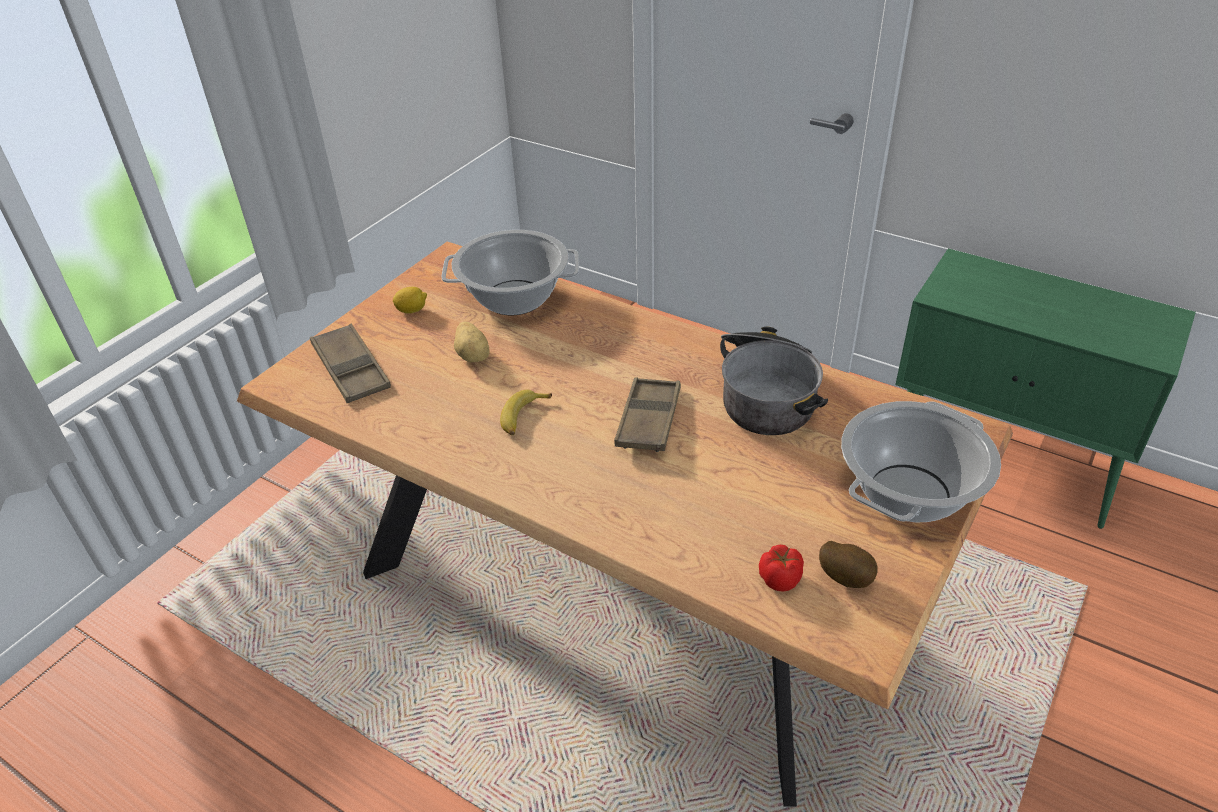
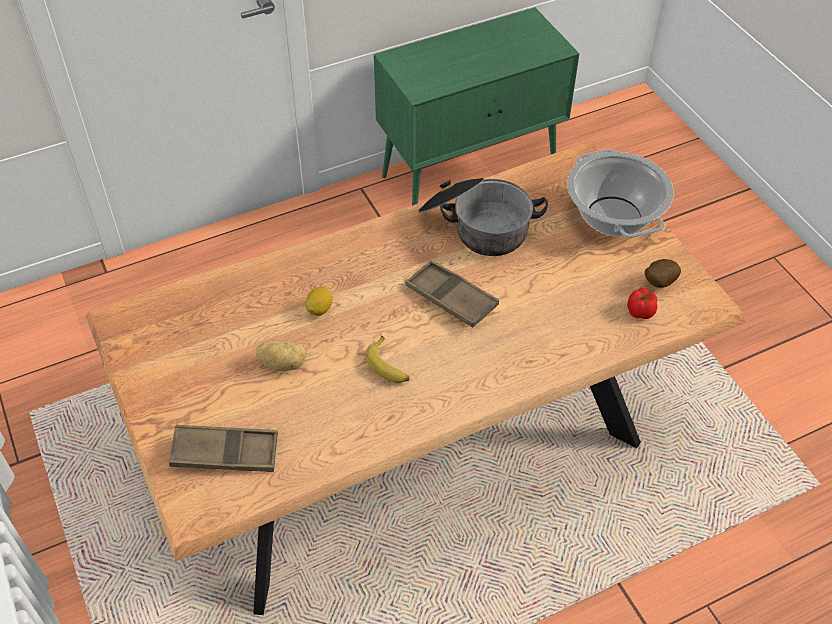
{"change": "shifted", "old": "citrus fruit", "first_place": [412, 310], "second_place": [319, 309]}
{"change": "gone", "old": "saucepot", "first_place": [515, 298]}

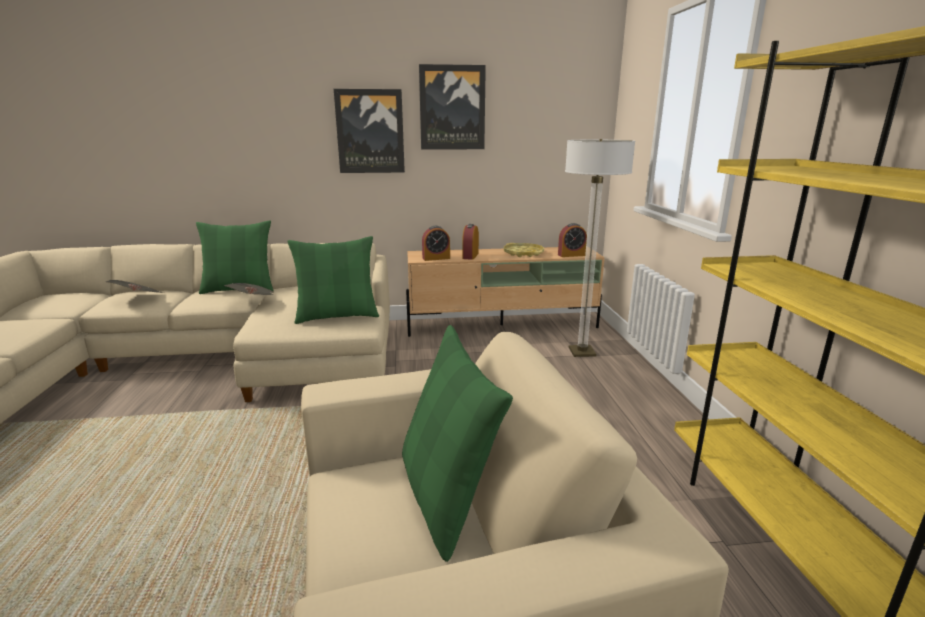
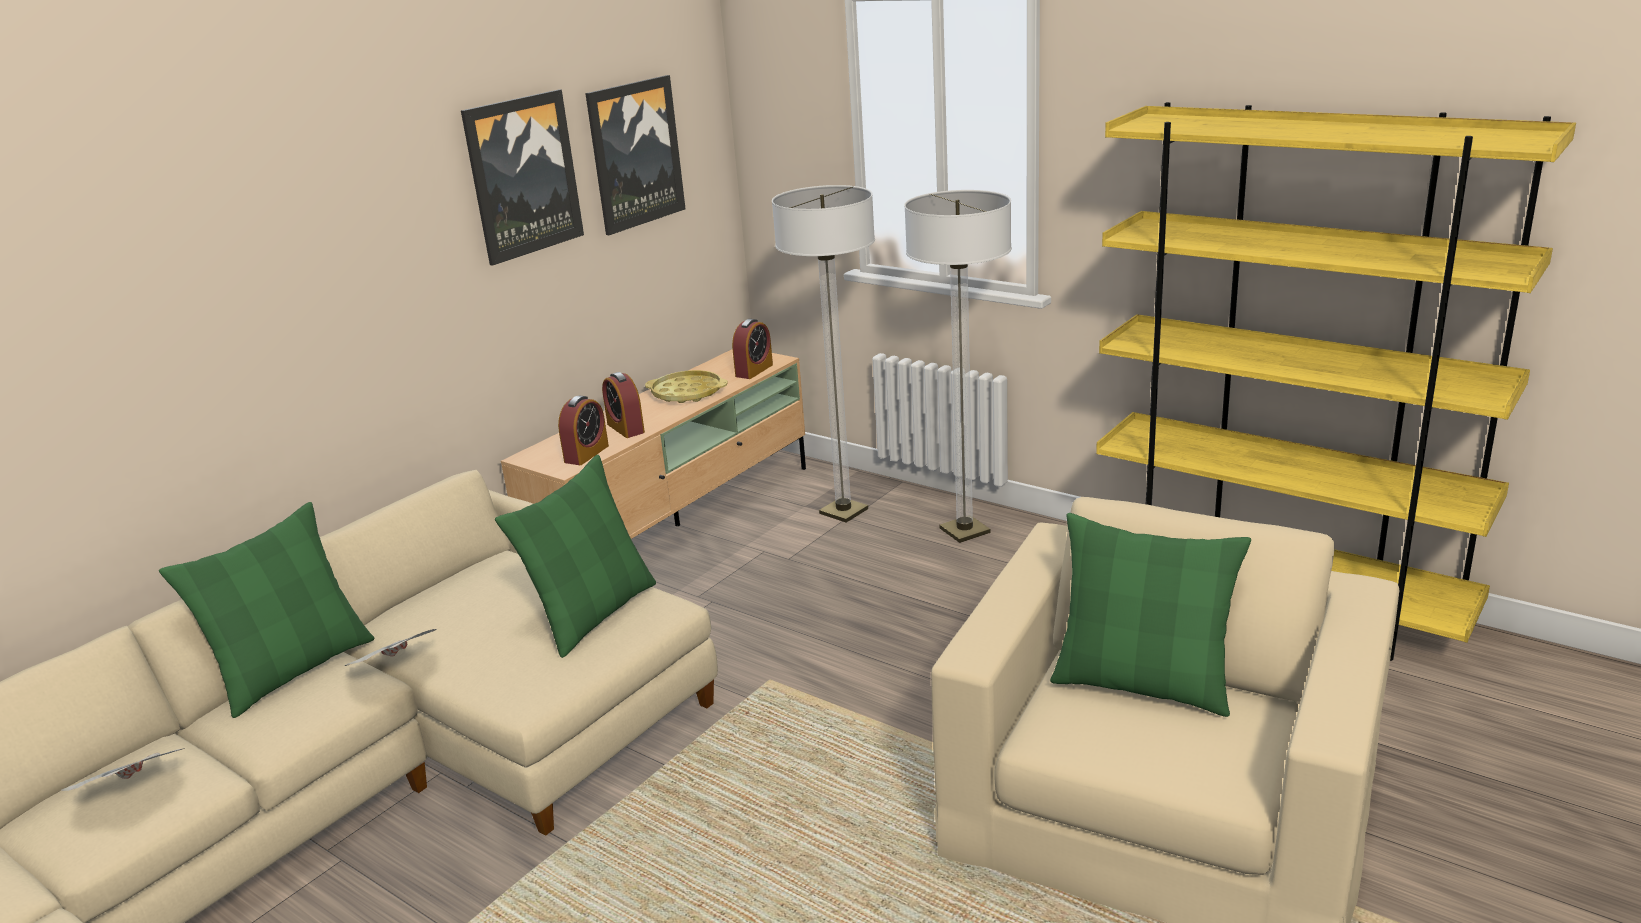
{"change": "shifted", "old": "wall picture", "first_place": [370, 131], "second_place": [635, 154]}
{"change": "new", "new": "standing lamp", "second_place": [964, 531]}

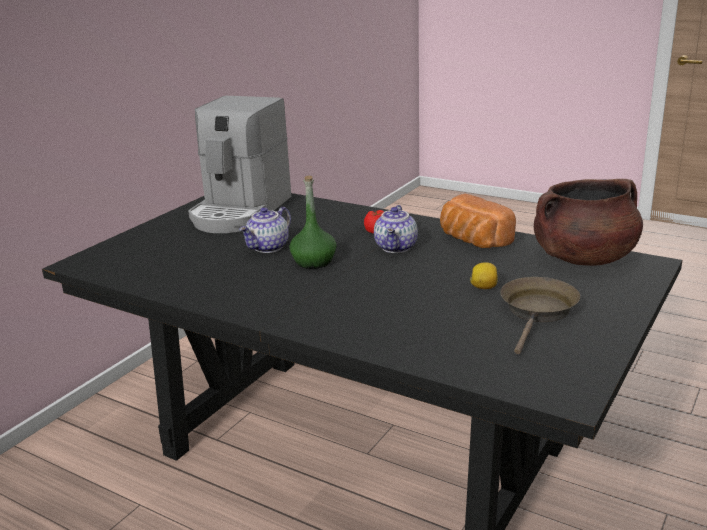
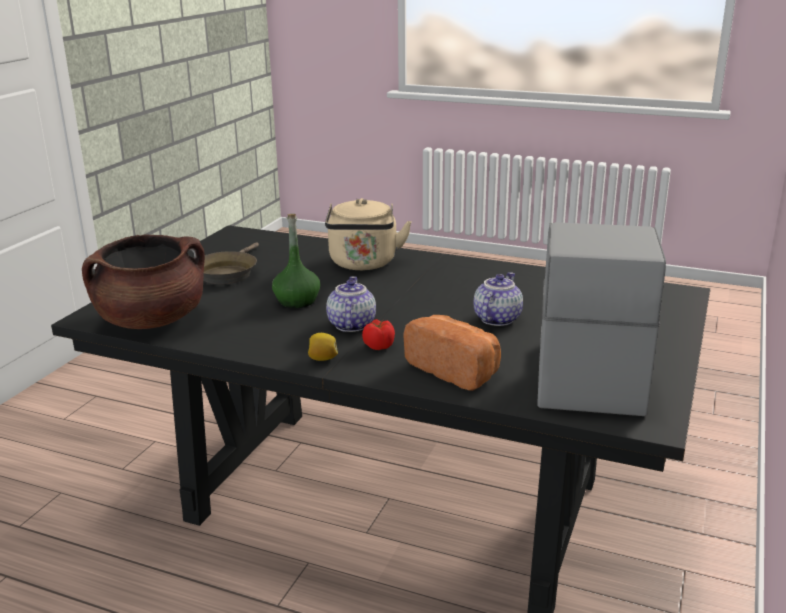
{"change": "shifted", "old": "green drink bottle", "first_place": [314, 262], "second_place": [297, 301]}
{"change": "shifted", "old": "citrus fruit", "first_place": [484, 287], "second_place": [322, 359]}
{"change": "new", "new": "beige water kettle", "second_place": [363, 264]}
{"change": "shifted", "old": "bakery bread", "first_place": [472, 241], "second_place": [456, 370]}

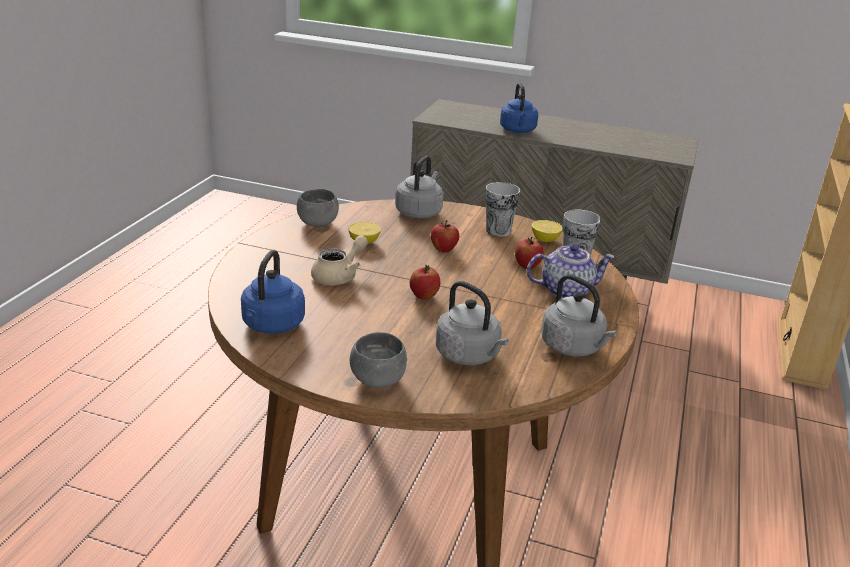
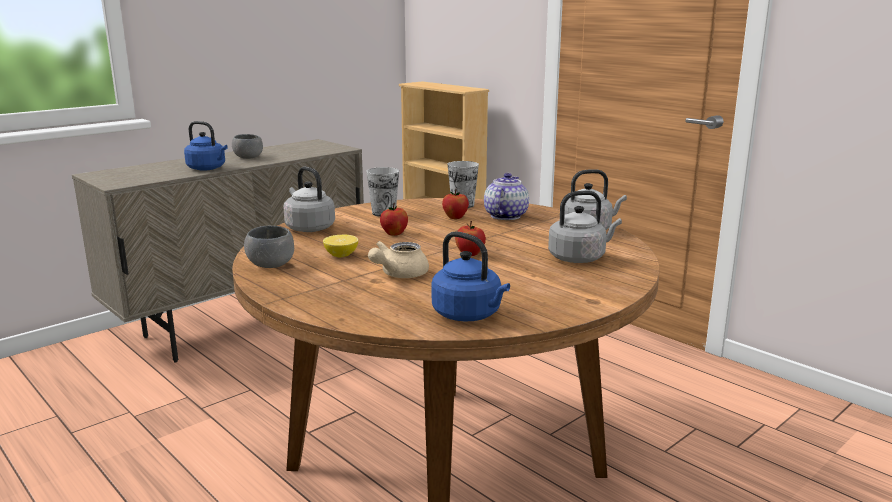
{"change": "shifted", "old": "greyish serving bowl", "first_place": [377, 380], "second_place": [248, 158]}
{"change": "rotated", "old": "beige teapot", "first_place": [339, 276], "second_place": [398, 275], "degrees": -120}
{"change": "gone", "old": "citrus fruit", "first_place": [545, 239]}

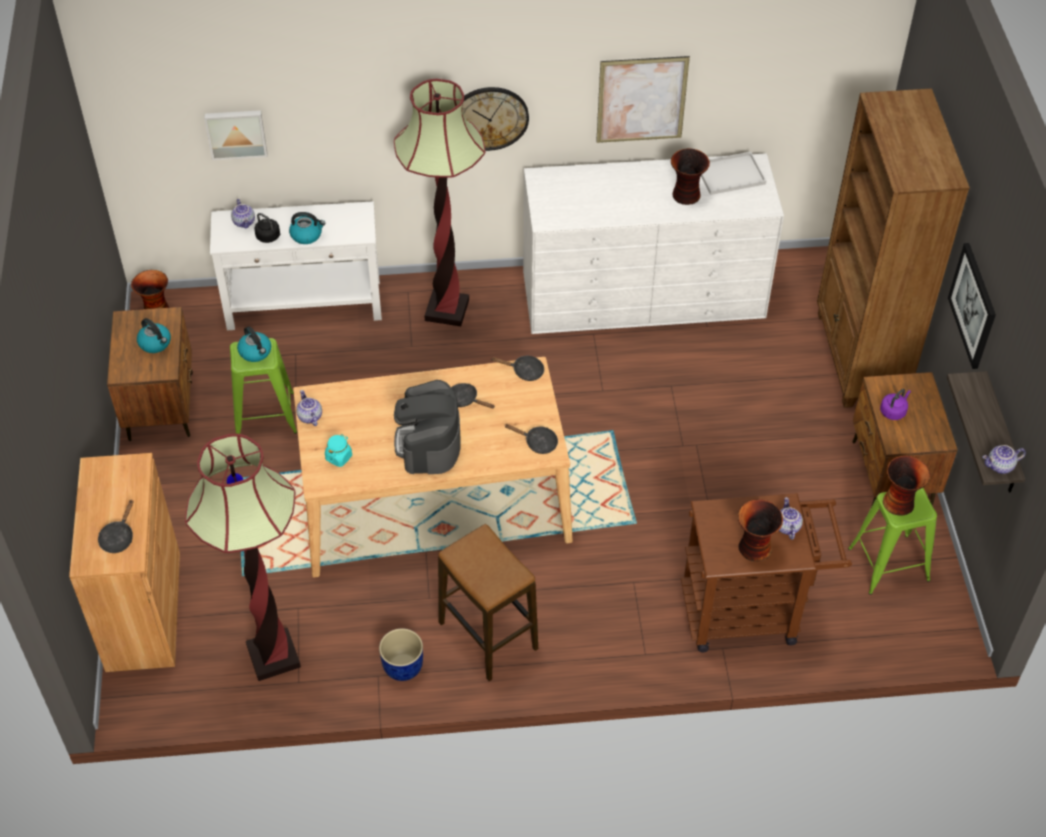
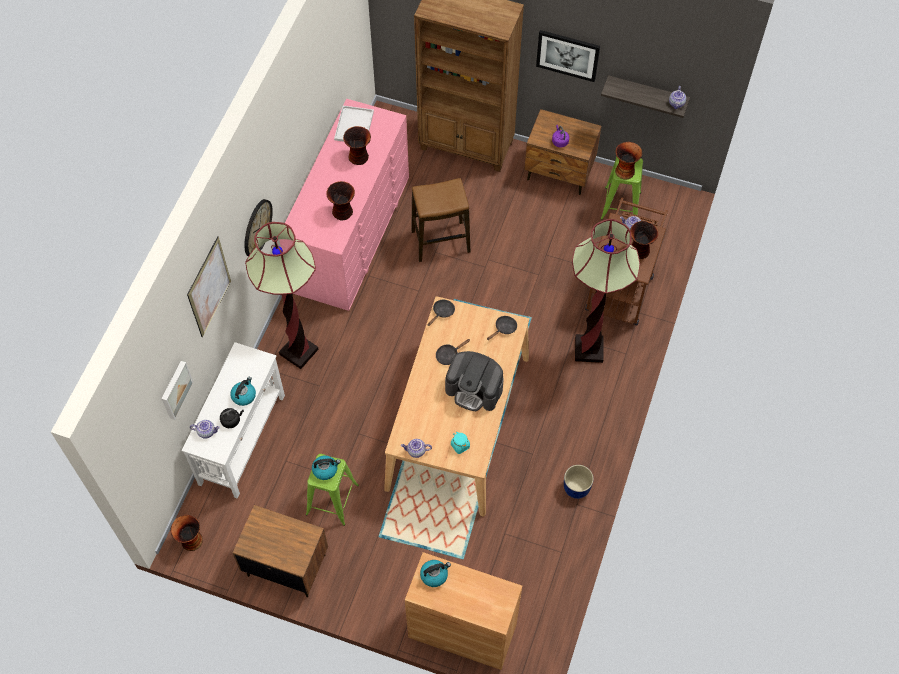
{"change": "shifted", "old": "wall picture", "first_place": [641, 99], "second_place": [209, 287]}
{"change": "repainted", "old": "white-coloured drawer chest", "new": "pink-coloured drawer chest", "first_place": [643, 294], "second_place": [351, 233]}
{"change": "new", "new": "flower vase", "second_place": [343, 212]}
{"change": "shifted", "old": "stool seat", "first_place": [487, 636], "second_place": [440, 242]}
{"change": "shifted", "old": "water kettle", "first_place": [155, 343], "second_place": [434, 575]}
{"change": "shifted", "old": "standing lamp", "first_place": [273, 656], "second_place": [588, 349]}
{"change": "gone", "old": "black skillet", "first_place": [118, 537]}

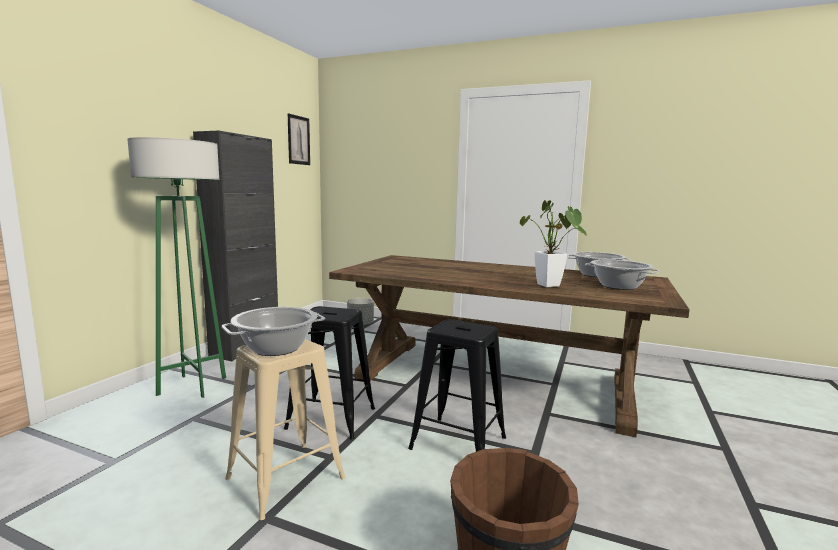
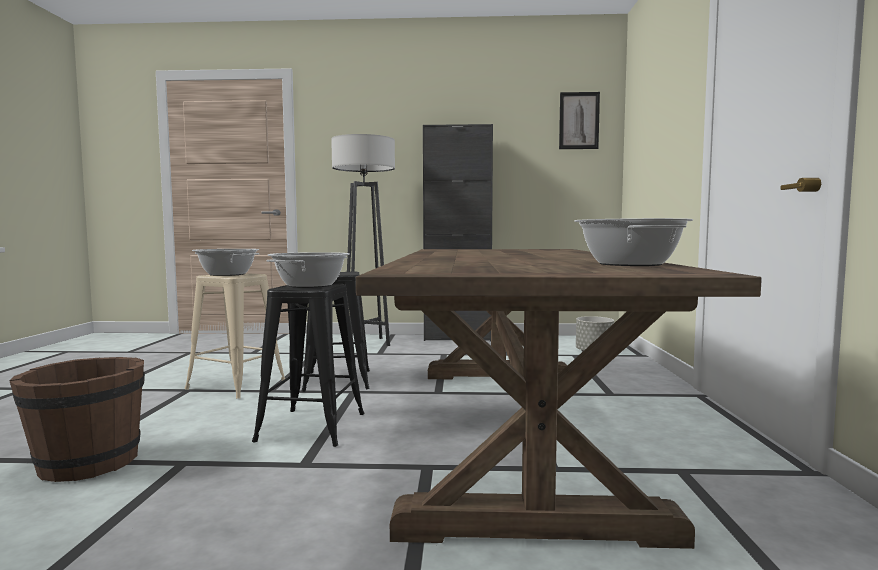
{"change": "shifted", "old": "saucepot", "first_place": [618, 286], "second_place": [310, 285]}
{"change": "repainted", "old": "green standing lamp", "new": "greyish standing lamp", "first_place": [192, 386], "second_place": [366, 343]}
{"change": "gone", "old": "houseplant", "first_place": [551, 286]}

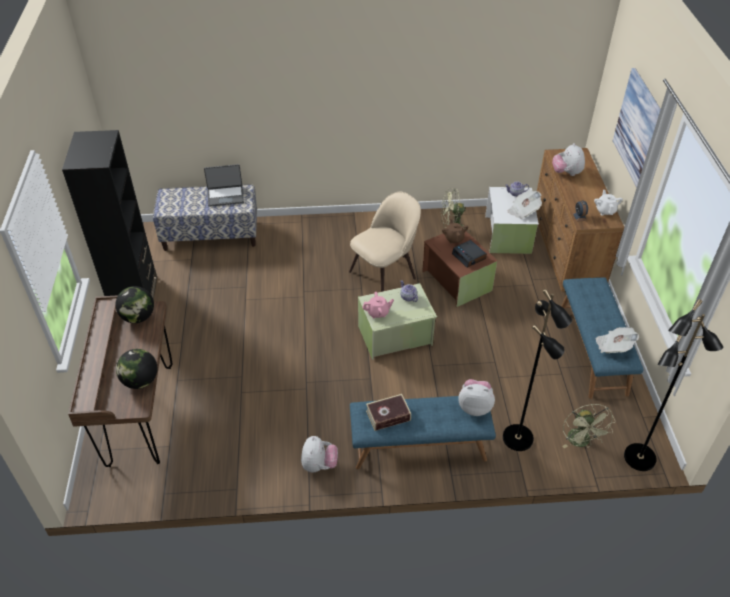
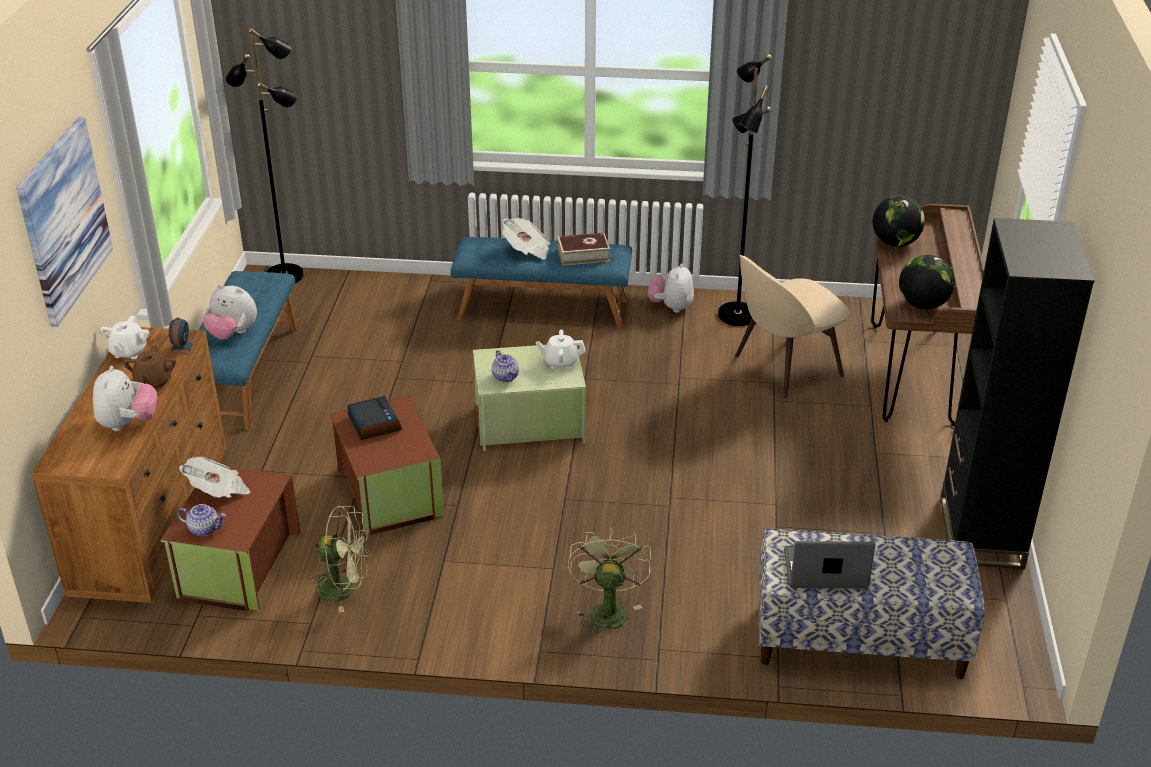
{"change": "shifted", "old": "brownish teapot", "first_place": [454, 238], "second_place": [153, 382]}
{"change": "repainted", "old": "white-coloured storage bin", "new": "brownish storage bin", "first_place": [508, 234], "second_place": [237, 565]}
{"change": "shifted", "old": "cuddly toy", "first_place": [475, 406], "second_place": [232, 334]}
{"change": "shifted", "old": "printed paper", "first_place": [613, 346], "second_place": [527, 250]}
{"change": "repainted", "old": "pink-coloured teapot", "new": "white-coloured teapot", "first_place": [378, 312], "second_place": [560, 362]}
{"change": "shifted", "old": "green electric fan", "first_place": [581, 442], "second_place": [607, 610]}
{"change": "shifted", "old": "black standing lamp", "first_place": [519, 438], "second_place": [736, 315]}
{"change": "shifted", "old": "beige plain chair", "first_place": [384, 273], "second_place": [784, 367]}

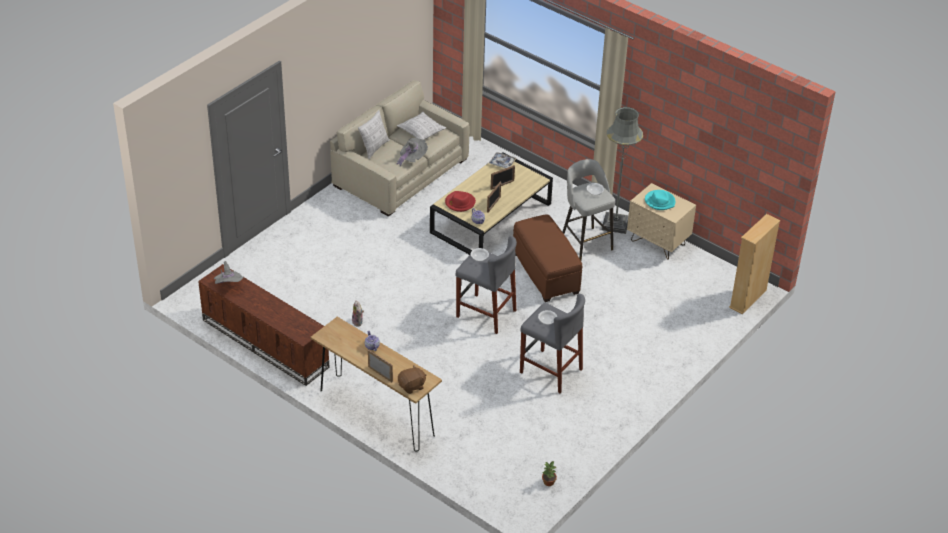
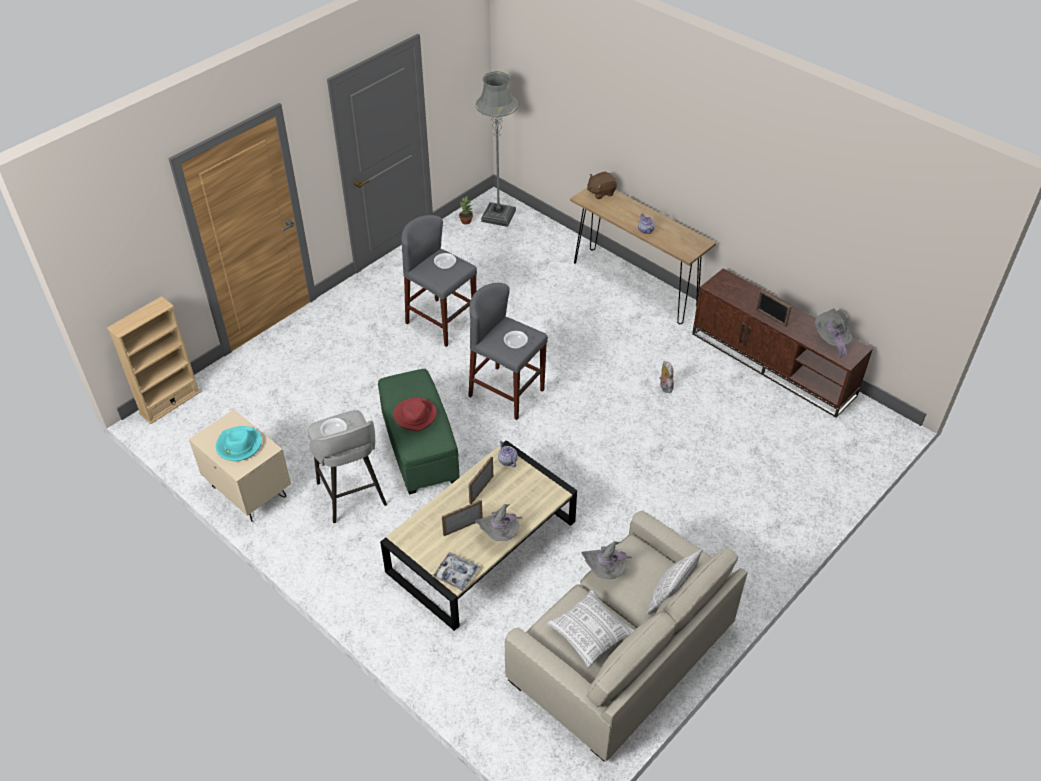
{"change": "repainted", "old": "brownish pouffe", "new": "green pouffe", "first_place": [546, 273], "second_place": [419, 448]}
{"change": "shifted", "old": "red wearable hat", "first_place": [459, 203], "second_place": [415, 416]}
{"change": "shifted", "old": "greyish standing lamp", "first_place": [615, 224], "second_place": [498, 216]}
{"change": "new", "new": "greyish wearable hat", "second_place": [499, 534]}
{"change": "shifted", "old": "photo frame", "first_place": [380, 374], "second_place": [770, 318]}

